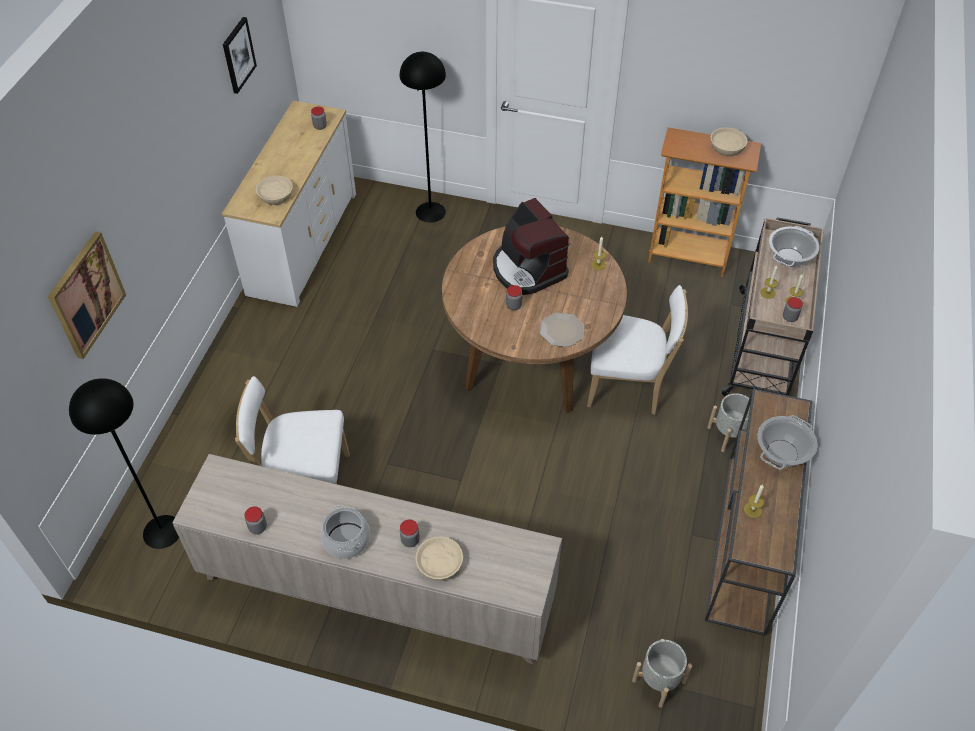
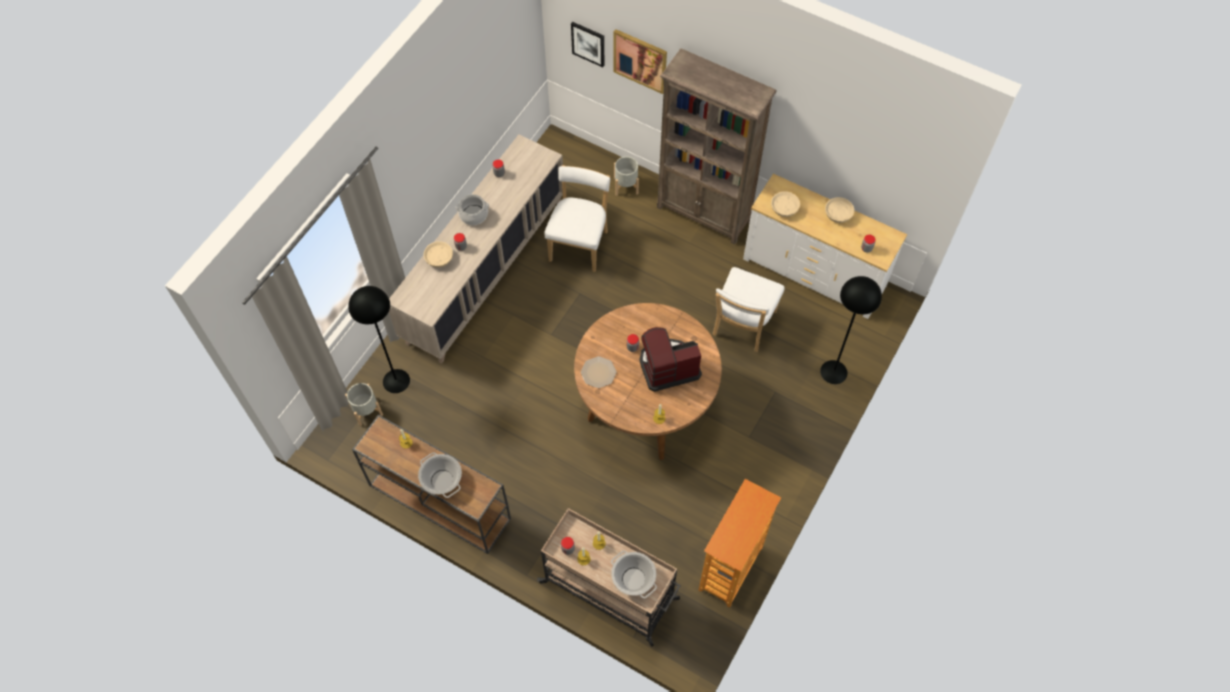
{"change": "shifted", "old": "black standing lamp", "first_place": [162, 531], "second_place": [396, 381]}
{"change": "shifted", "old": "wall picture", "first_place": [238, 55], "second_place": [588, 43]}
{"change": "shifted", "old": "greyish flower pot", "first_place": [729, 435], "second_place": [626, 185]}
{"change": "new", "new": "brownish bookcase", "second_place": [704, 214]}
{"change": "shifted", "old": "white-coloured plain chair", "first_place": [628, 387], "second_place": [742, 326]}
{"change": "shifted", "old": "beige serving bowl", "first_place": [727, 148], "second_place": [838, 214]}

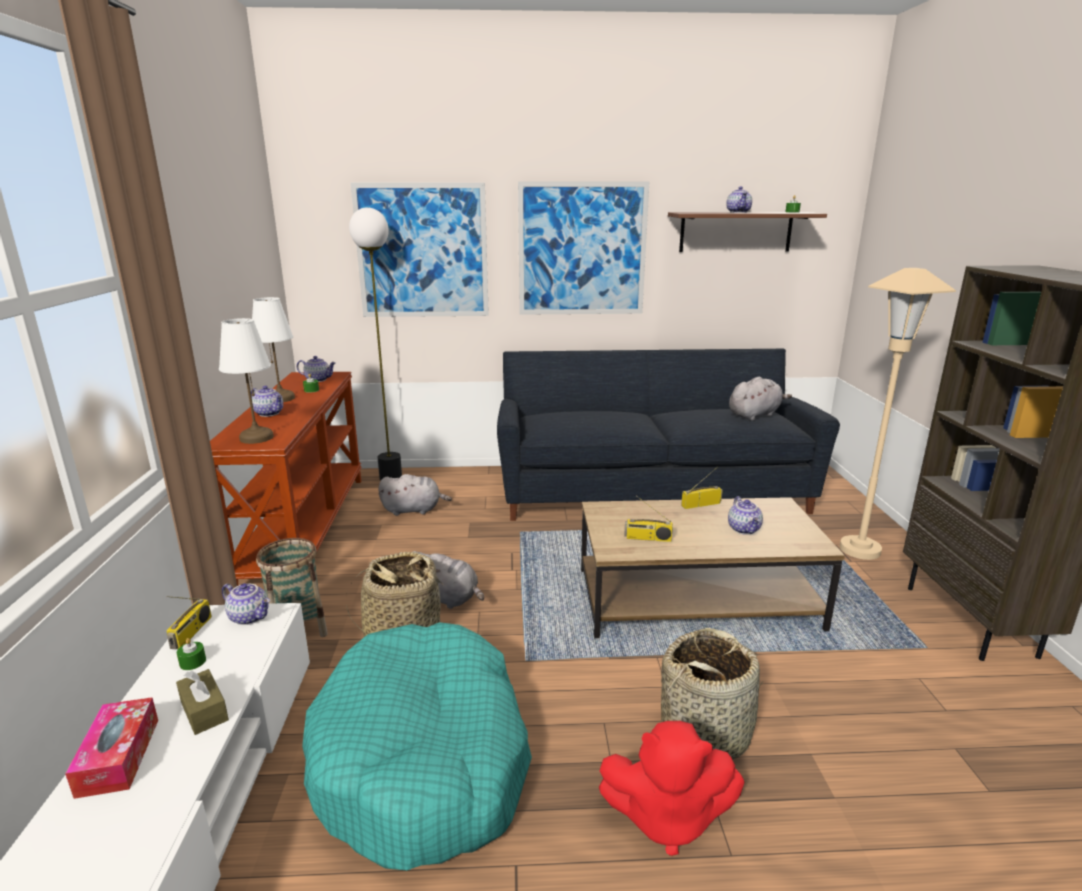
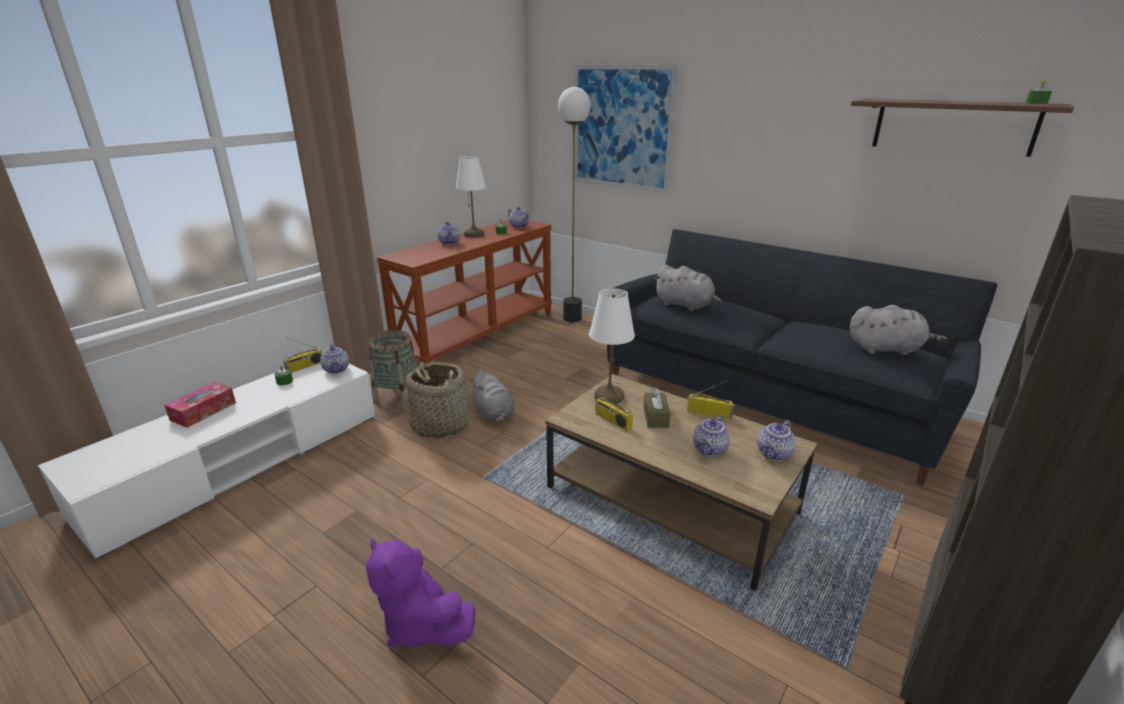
{"change": "repainted", "old": "red cuddly toy", "new": "purplish cuddly toy", "first_place": [666, 817], "second_place": [421, 624]}
{"change": "shifted", "old": "white-coloured table lamp", "first_place": [256, 438], "second_place": [608, 396]}
{"change": "shifted", "old": "brownish box of tissues", "first_place": [204, 711], "second_place": [655, 417]}
{"change": "shifted", "old": "greyish cuddly toy", "first_place": [414, 510], "second_place": [686, 305]}
{"change": "shifted", "old": "teapot", "first_place": [739, 212], "second_place": [774, 454]}
{"change": "gone", "old": "turquoise dog cushion", "first_place": [424, 759]}
{"change": "gone", "old": "wall picture", "first_place": [582, 249]}
{"change": "gone", "old": "storage basket", "first_place": [706, 732]}
{"change": "gone", "old": "beige standing lamp", "first_place": [860, 549]}

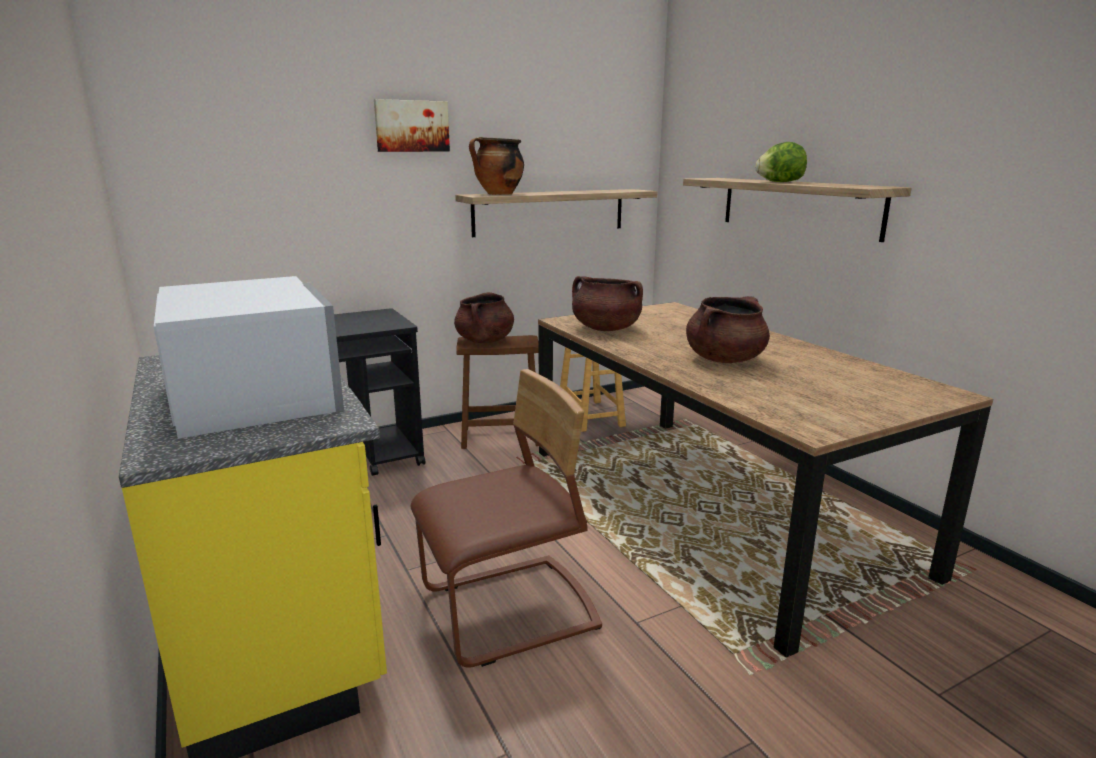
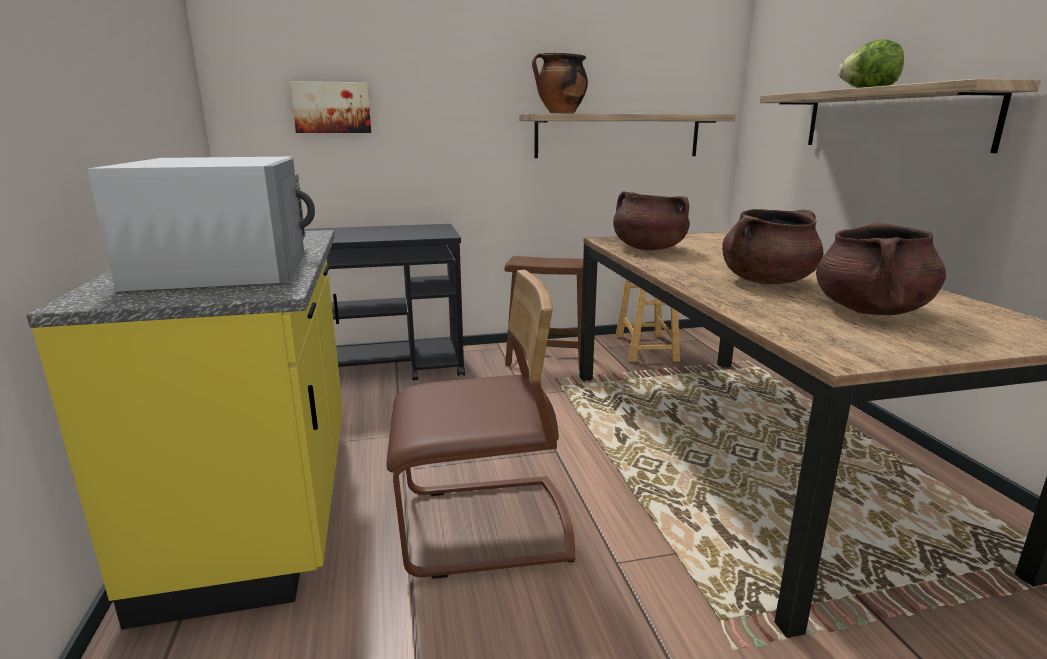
{"change": "shifted", "old": "wall picture", "first_place": [411, 126], "second_place": [332, 107]}
{"change": "shifted", "old": "brownish saucepot", "first_place": [485, 341], "second_place": [871, 311]}

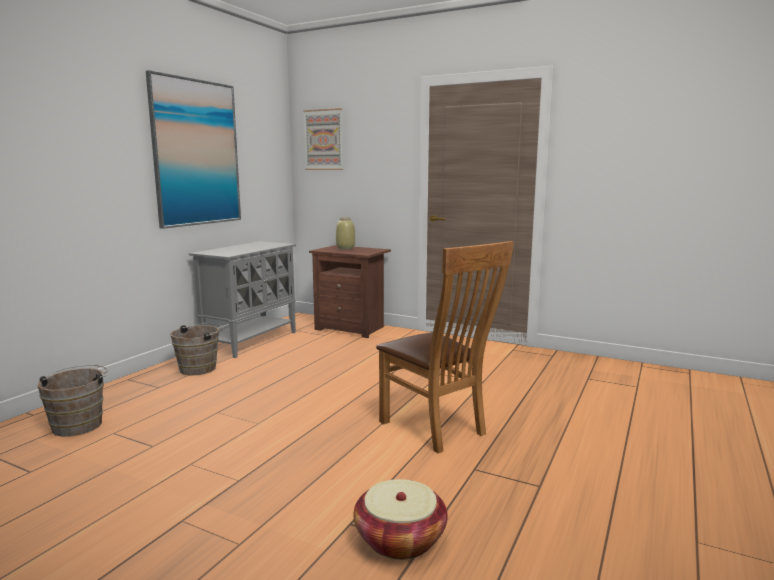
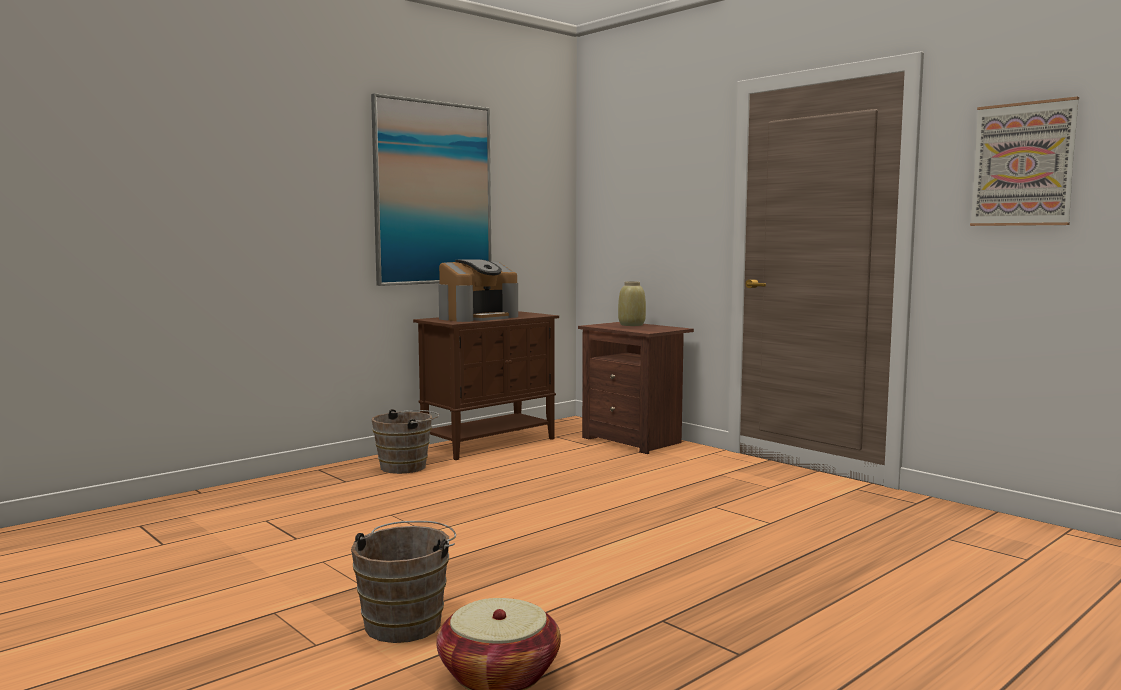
{"change": "shifted", "old": "brownish pail", "first_place": [79, 424], "second_place": [407, 622]}
{"change": "repainted", "old": "greyish storage cabinet", "new": "brownish storage cabinet", "first_place": [251, 341], "second_place": [490, 443]}
{"change": "new", "new": "coffee brewer", "second_place": [477, 317]}
{"change": "shifted", "old": "wall picture", "first_place": [324, 140], "second_place": [1023, 164]}
{"change": "gone", "old": "brownish plain chair", "first_place": [437, 429]}

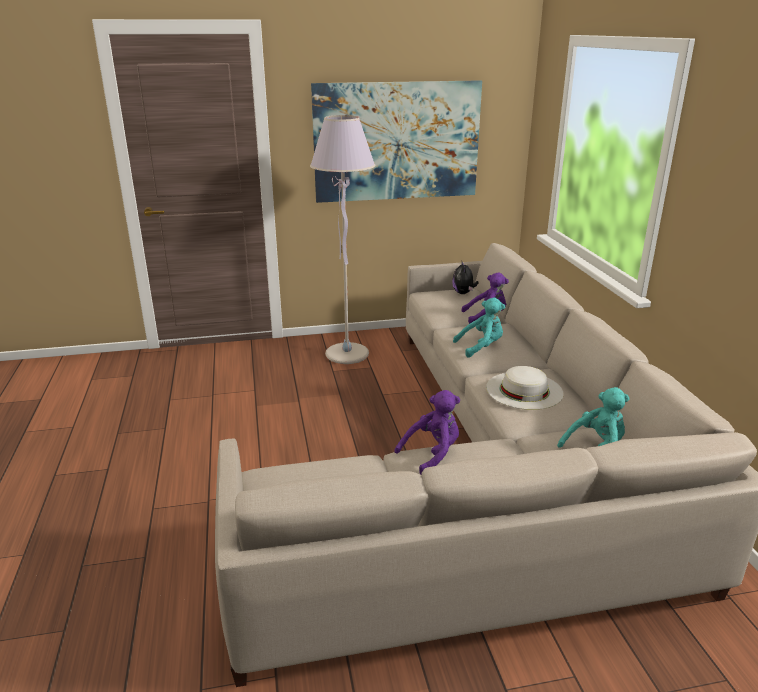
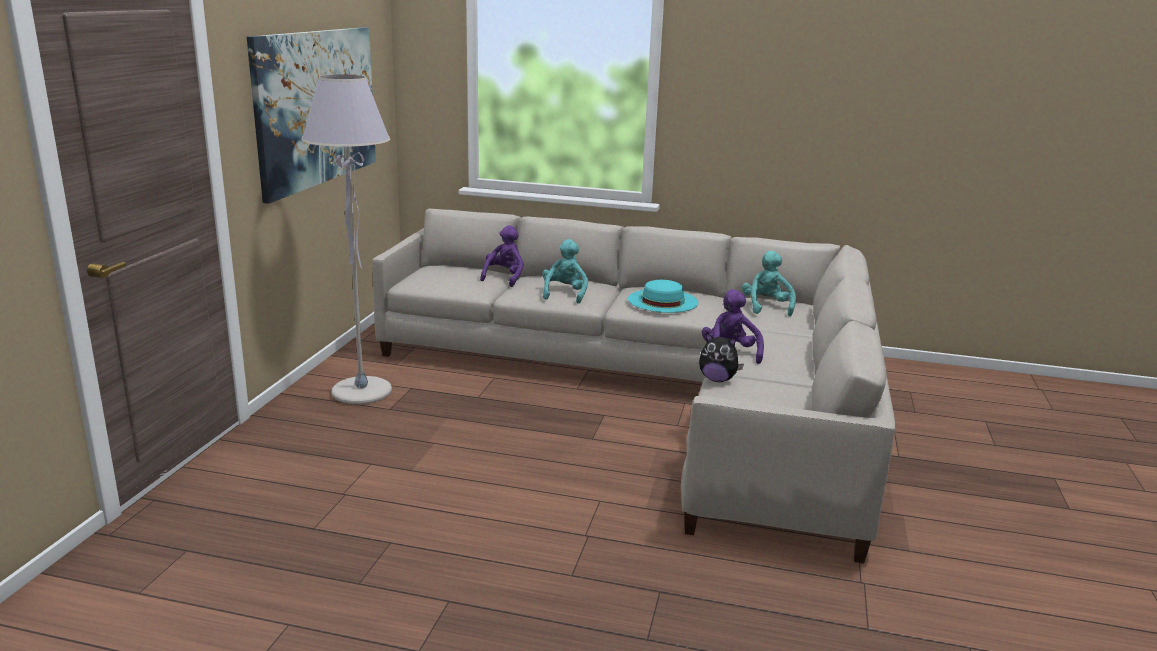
{"change": "repainted", "old": "white-coloured wearable hat", "new": "turquoise wearable hat", "first_place": [524, 390], "second_place": [662, 301]}
{"change": "shifted", "old": "cuddly toy", "first_place": [463, 293], "second_place": [717, 379]}

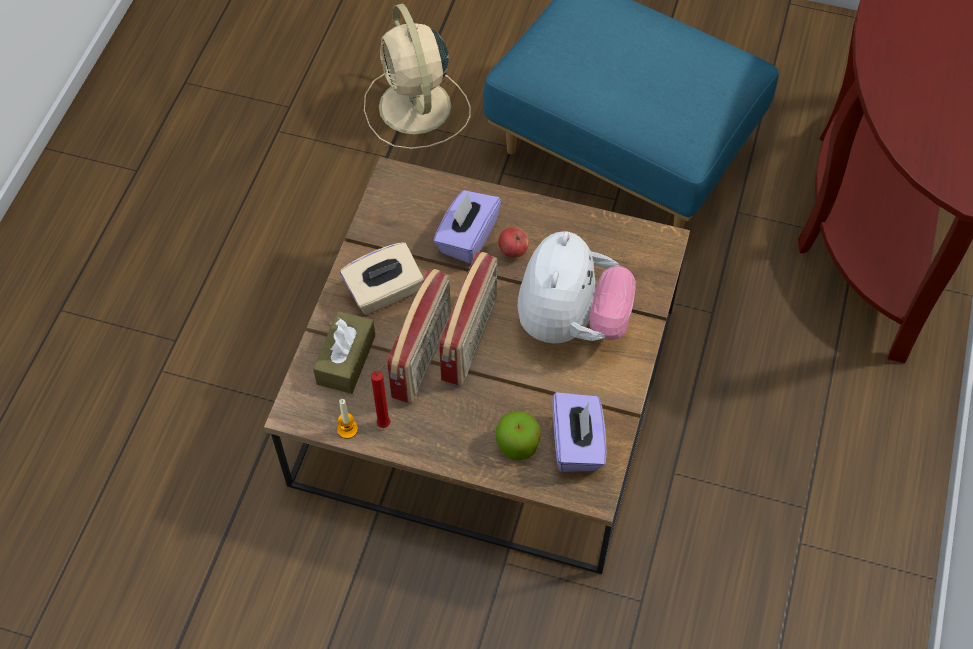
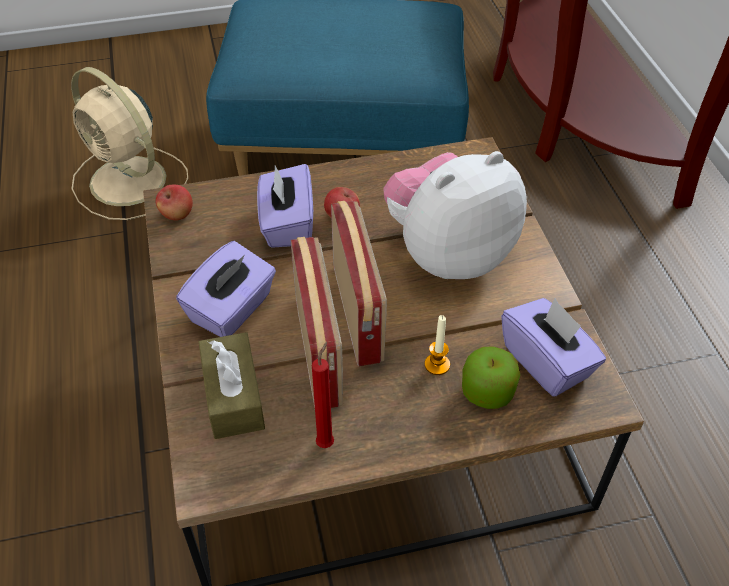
{"change": "new", "new": "apple fruit", "second_place": [177, 215]}
{"change": "repainted", "old": "beige box of tissues", "new": "purplish box of tissues", "first_place": [384, 292], "second_place": [232, 309]}
{"change": "rotated", "old": "cuddly toy", "first_place": [571, 322], "second_place": [448, 254], "degrees": -105}
{"change": "shifted", "old": "wax light", "first_place": [347, 429], "second_place": [437, 365]}

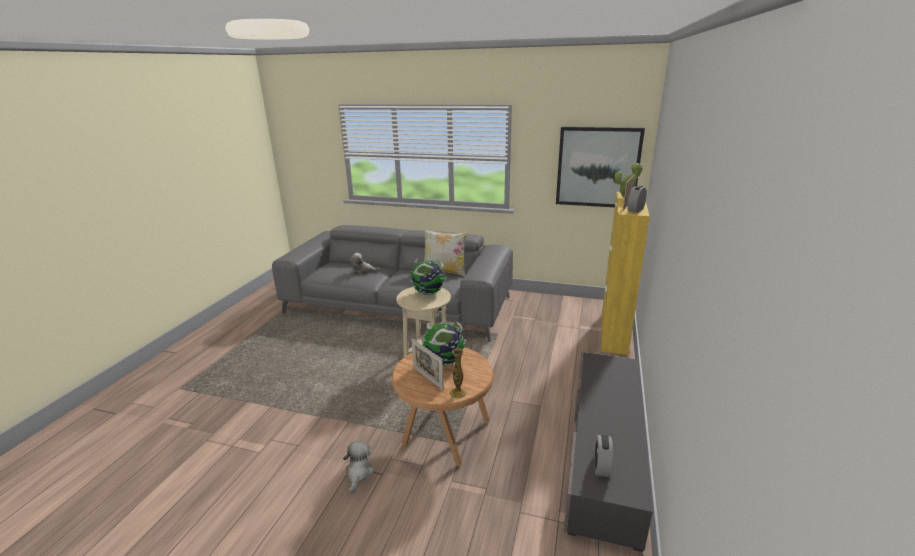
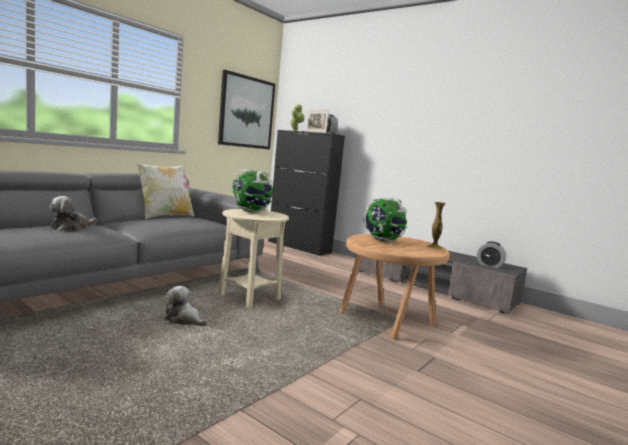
{"change": "shifted", "old": "cuddly toy", "first_place": [358, 473], "second_place": [184, 320]}
{"change": "repainted", "old": "yellow-coloured storage cabinet", "new": "black storage cabinet", "first_place": [613, 332], "second_place": [299, 247]}
{"change": "gone", "old": "photo frame", "first_place": [428, 378]}

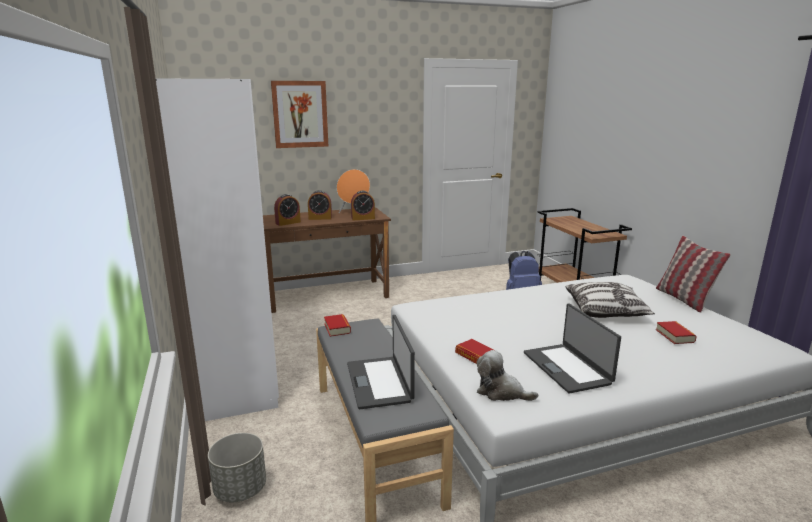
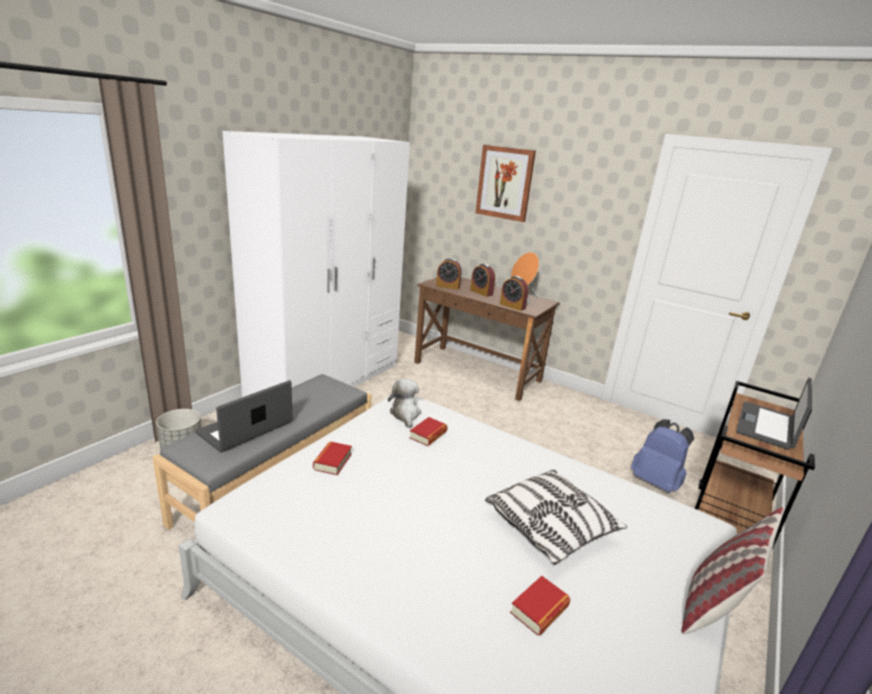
{"change": "shifted", "old": "cuddly toy", "first_place": [501, 392], "second_place": [405, 414]}
{"change": "shifted", "old": "bound book", "first_place": [337, 328], "second_place": [428, 435]}
{"change": "shifted", "old": "notebook computer", "first_place": [567, 368], "second_place": [767, 426]}

